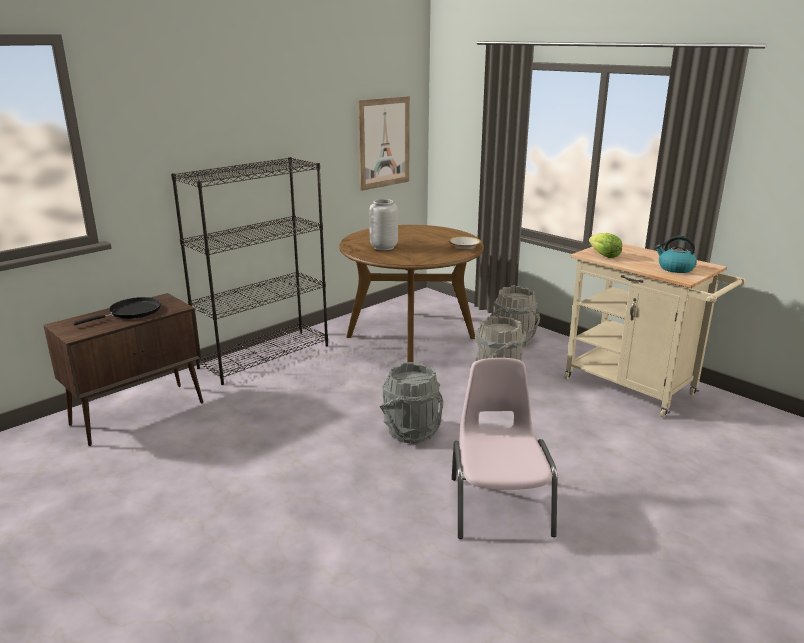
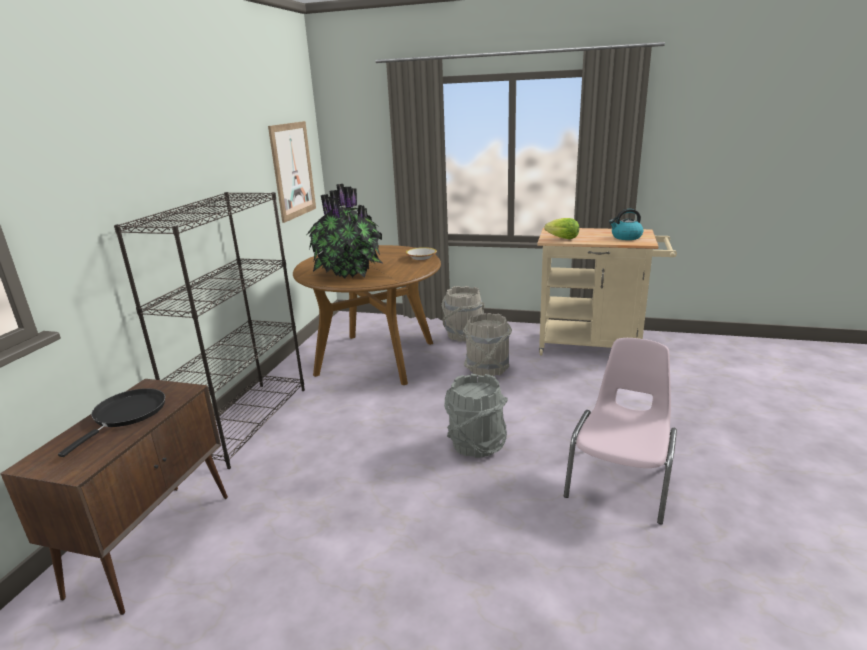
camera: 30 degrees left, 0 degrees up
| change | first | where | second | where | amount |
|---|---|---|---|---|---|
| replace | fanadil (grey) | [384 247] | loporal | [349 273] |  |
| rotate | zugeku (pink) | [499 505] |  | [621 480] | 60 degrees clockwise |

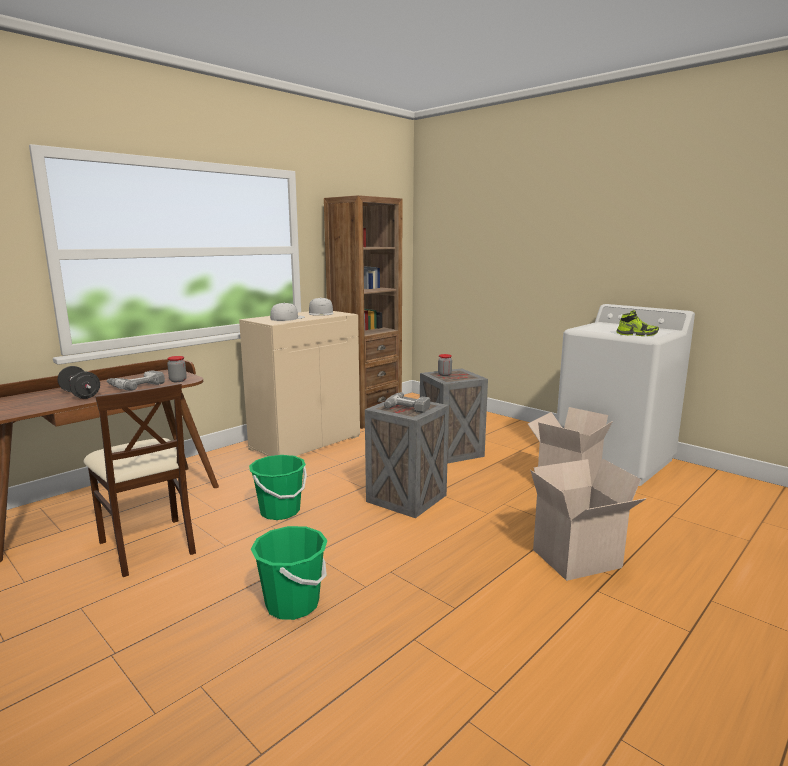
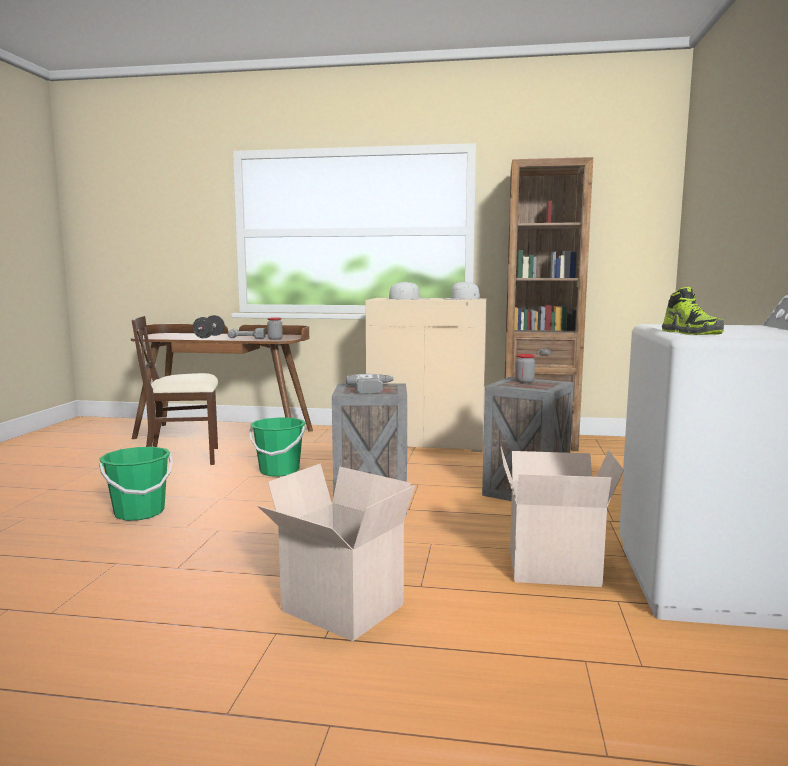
camera: 55 degrees right, 5 degrees down
| change | first | where | second | where | amount |
|---|---|---|---|---|---|
| rotate | zugeku (beige) | [148 545] |  | [184 457] | 60 degrees clockwise |

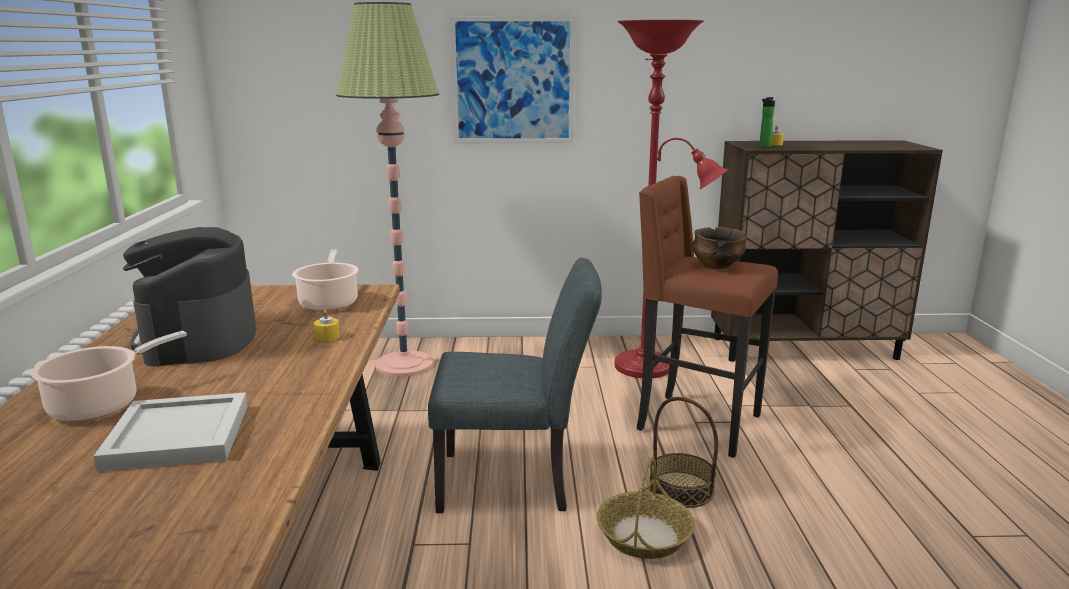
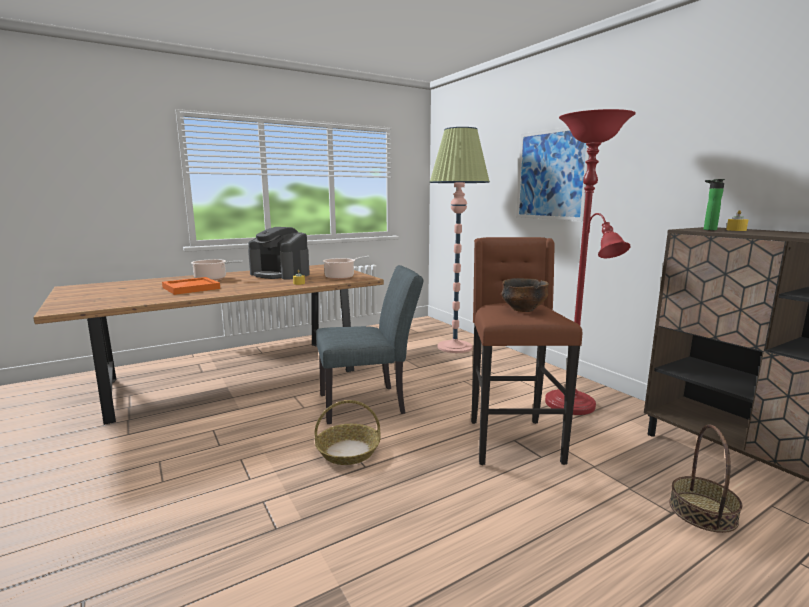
camera: 60 degrees right, 5 degrees down
| change | first | where | second | where | amount |
|---|---|---|---|---|---|
| move | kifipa | [681 489] |  | [703 512] |  |
| recolor | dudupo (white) | [181 435] | dudupo (orange) | [192 288] |  |
| rotate | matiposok | [198 338] |  | [280 274] | 105 degrees counterclockwise |
| rotate | zugeku (grey) | [516 482] |  | [369 403] | 75 degrees counterclockwise |

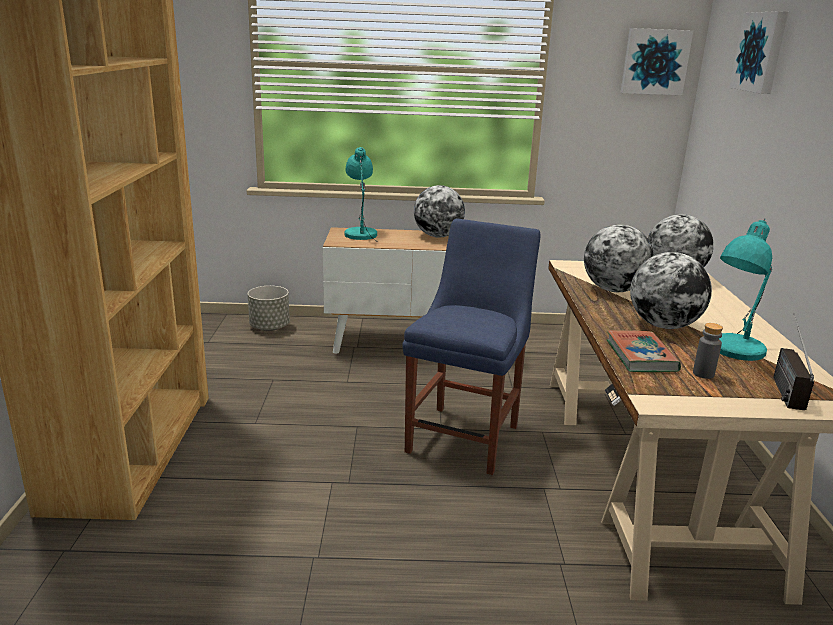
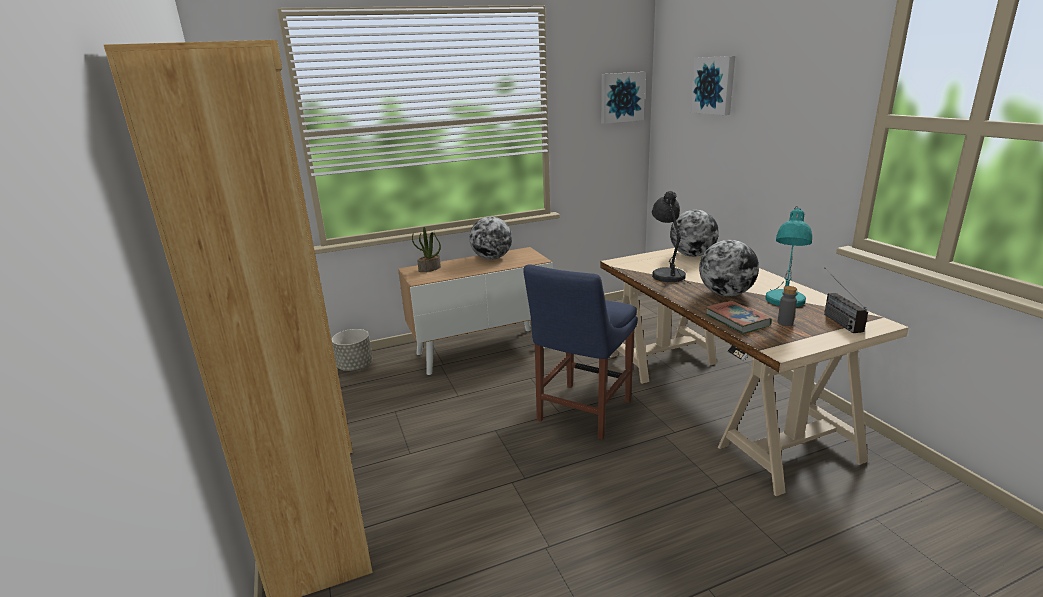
camera: 20 degrees left, 0 degrees up
| change | first | where | second | where | amount |
|---|---|---|---|---|---|
| replace | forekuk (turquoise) | [360 234] | loporal | [429 269] |  |
| replace | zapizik | [613 290] | forekuk (grey) | [667 275] |  |
| rotate | zugeku (blue) | [466 435] |  | [581 412] | 150 degrees counterclockwise |

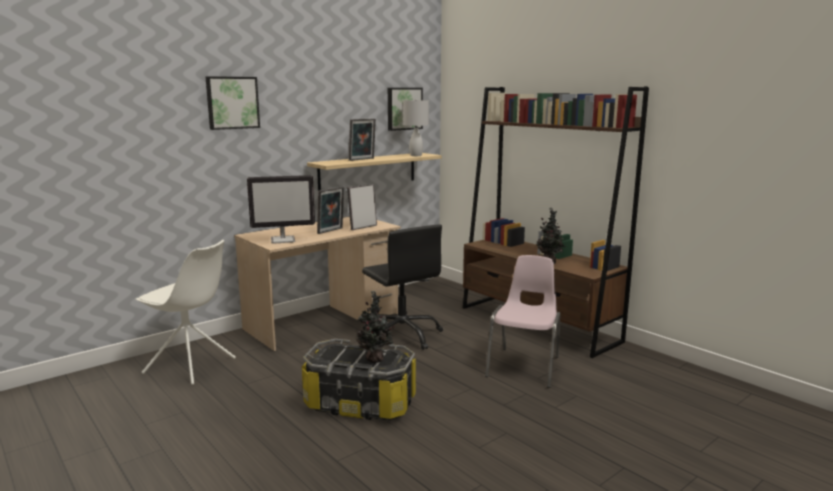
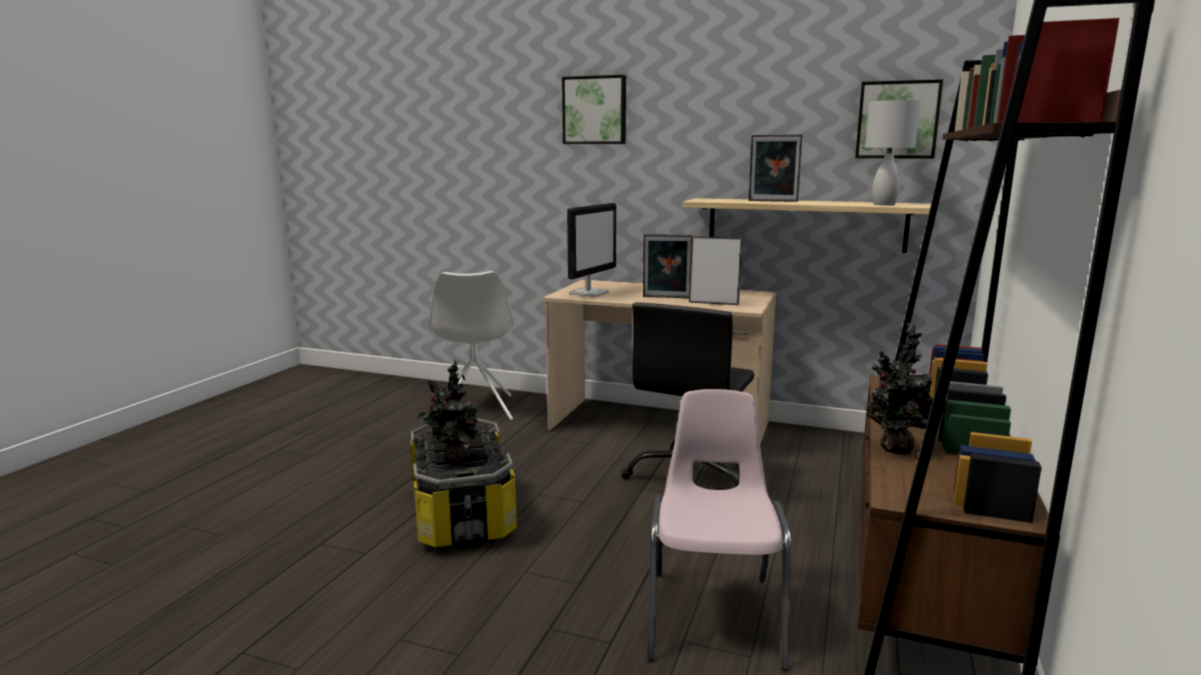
camera: 60 degrees right, 0 degrees up
| change | first | where | second | where | amount |
|---|---|---|---|---|---|
| rotate | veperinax | [283 240] |  | [589 293] | 105 degrees counterclockwise |
| rotate | zugeku (pink) | [525 366] |  | [714 615] | 75 degrees counterclockwise |

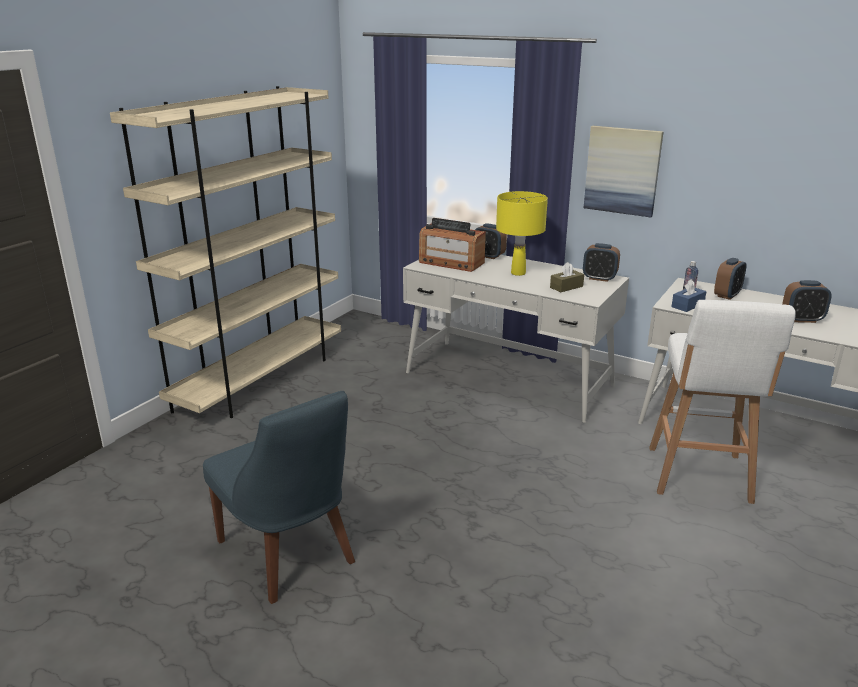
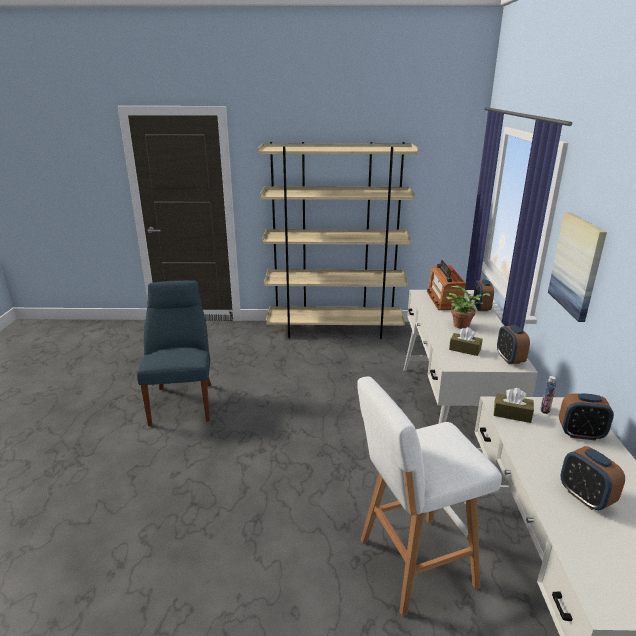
camera: 60 degrees right, 0 degrees up
| change | first | where | second | where | amount |
|---|---|---|---|---|---|
| replace | forekuk (yellow) | [518 273] | loporal | [463 326] |  |
| recolor | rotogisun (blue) | [687 305] | rotogisun (brown) | [512 414] |  |
| rotate | zugeku (blue) | [289 555] |  | [183 401] | 150 degrees clockwise |

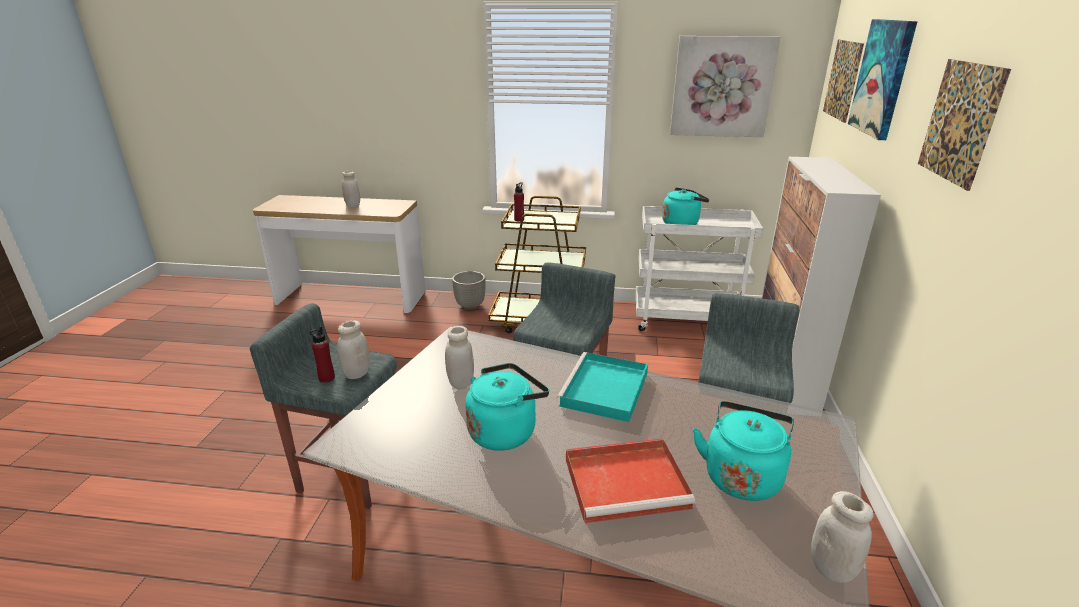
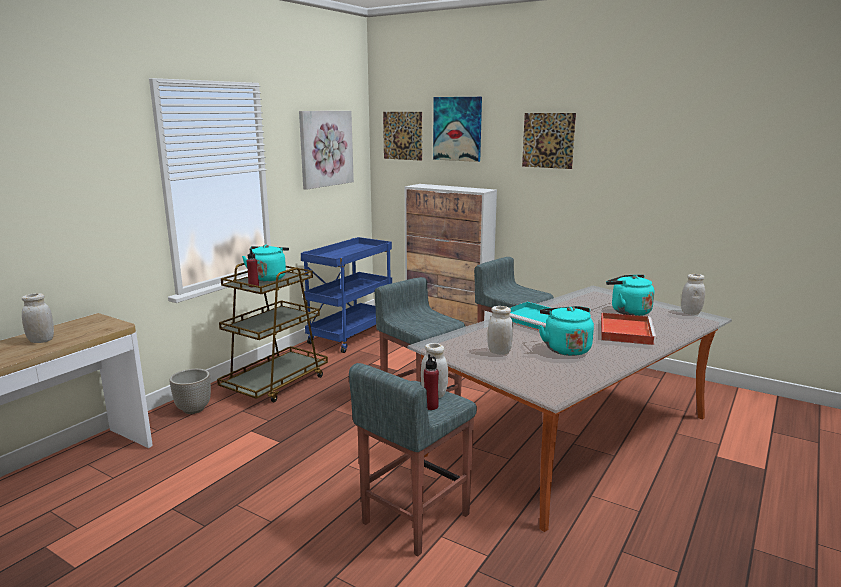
camera: 65 degrees left, 10 degrees down
| change | first | where | second | where | amount |
|---|---|---|---|---|---|
| move | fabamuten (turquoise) | [682 223] |  | [268 277] |  |
| recolor | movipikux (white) | [687 320] | movipikux (blue) | [350 335] |  |

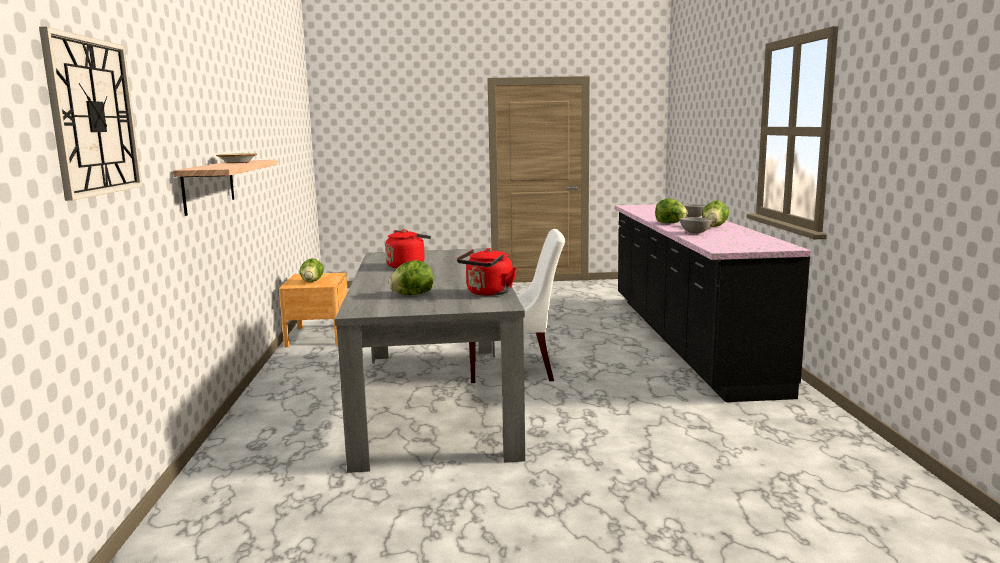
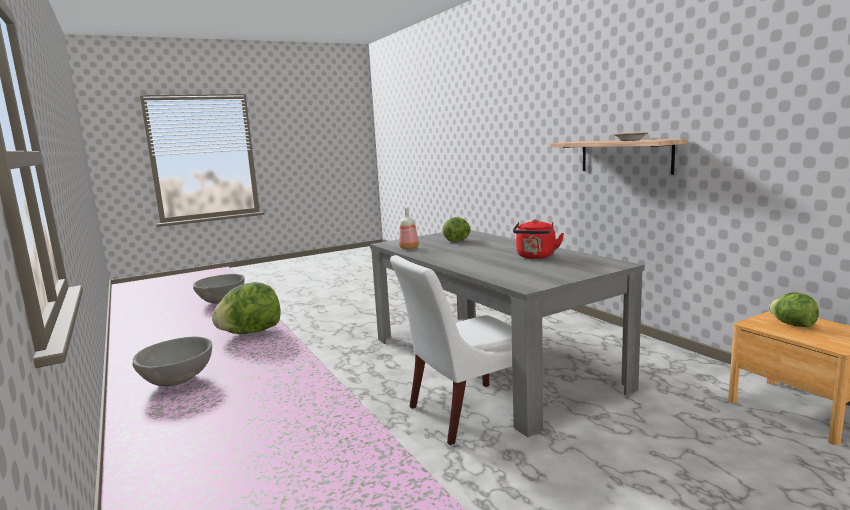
camera: 155 degrees right, 0 degrees up
| change | first | where | second | where | amount |
|---|---|---|---|---|---|
| delete | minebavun | [93 116] |  |  |  |
| delete | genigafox | [714 226] |  |  |  |
| replace | fabamuten (red) | [488 293] | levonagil | [409 248] |  |

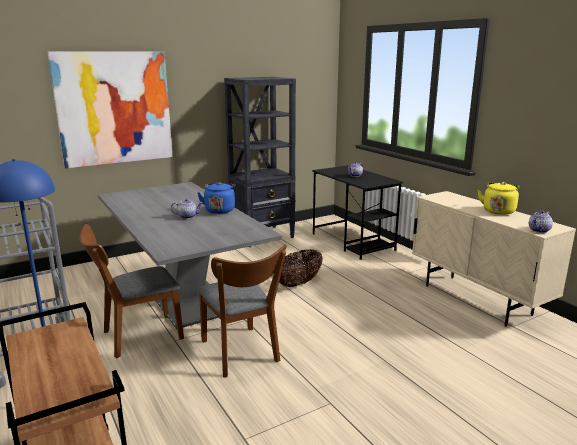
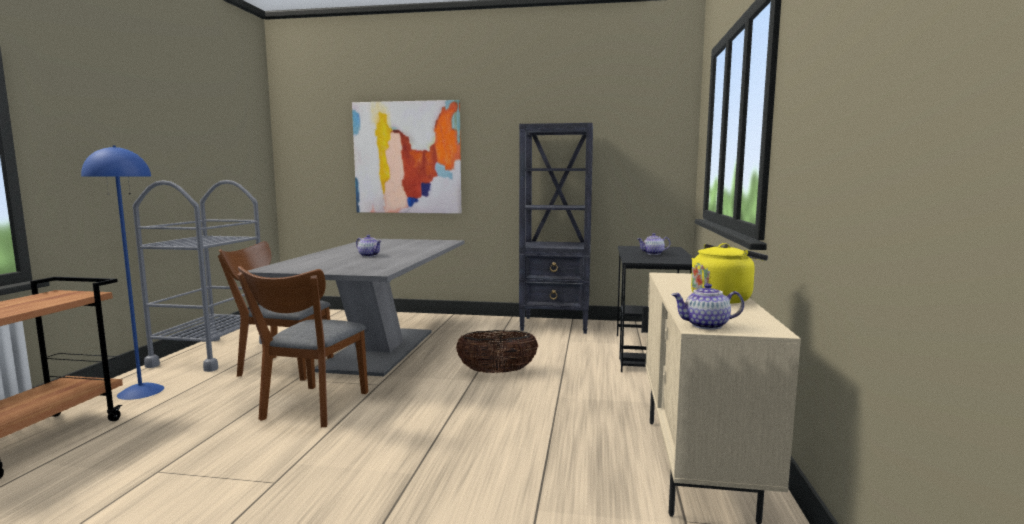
camera: 40 degrees right, 10 degrees down
| change | first | where | second | where | amount |
|---|---|---|---|---|---|
| delete | fabamuten (blue) | [219 210] |  |  |  |

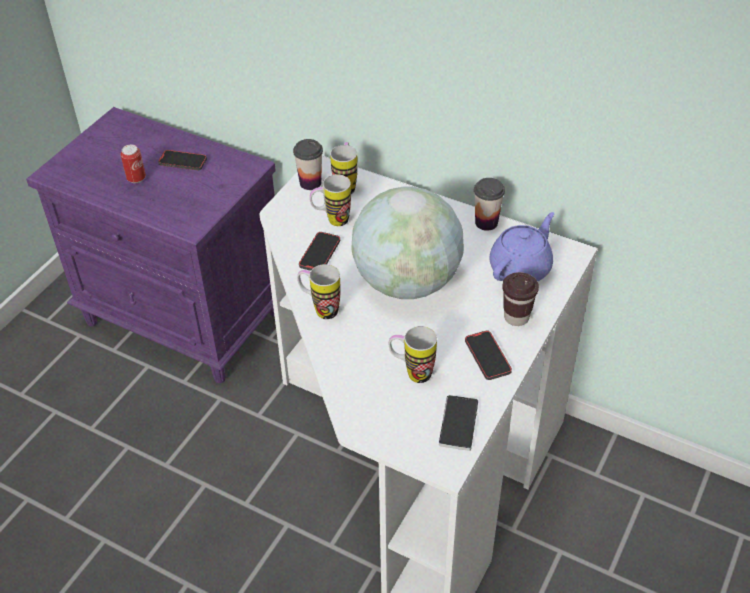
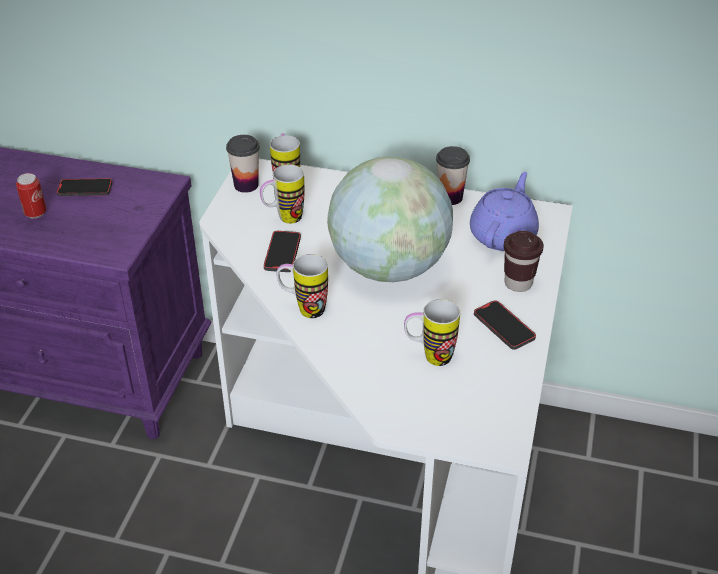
camera: 15 degrees left, 5 degrees down
| change | first | where | second | where | amount |
|---|---|---|---|---|---|
| delete | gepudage | [458 423] |  |  |  |

